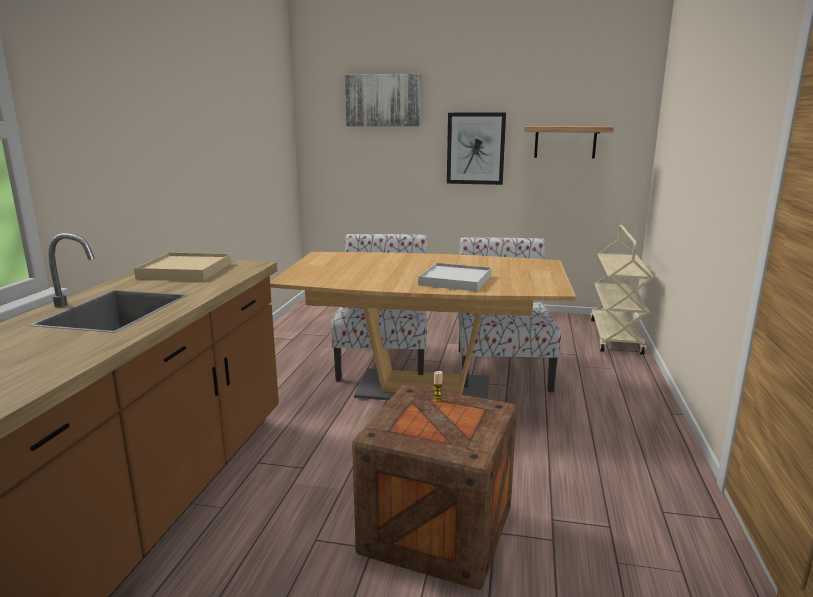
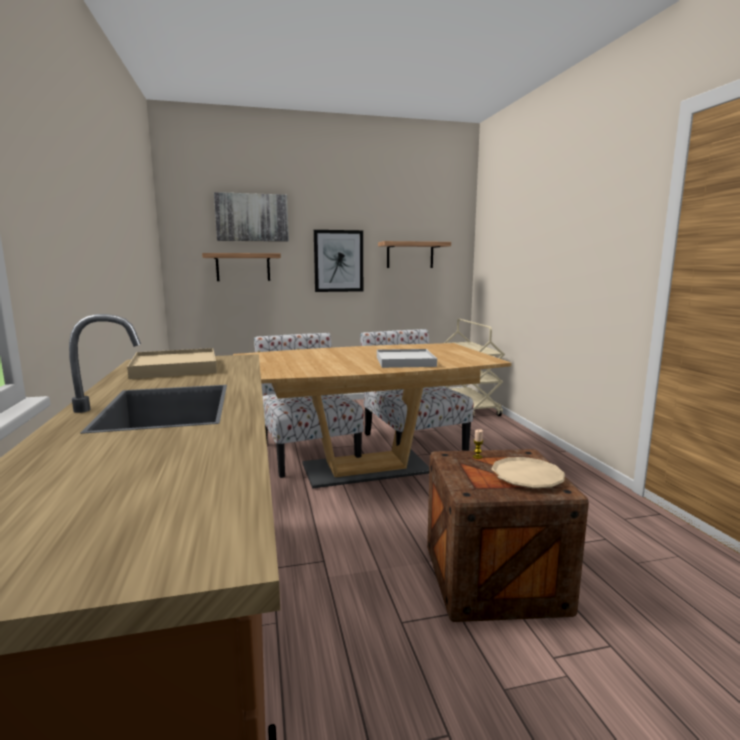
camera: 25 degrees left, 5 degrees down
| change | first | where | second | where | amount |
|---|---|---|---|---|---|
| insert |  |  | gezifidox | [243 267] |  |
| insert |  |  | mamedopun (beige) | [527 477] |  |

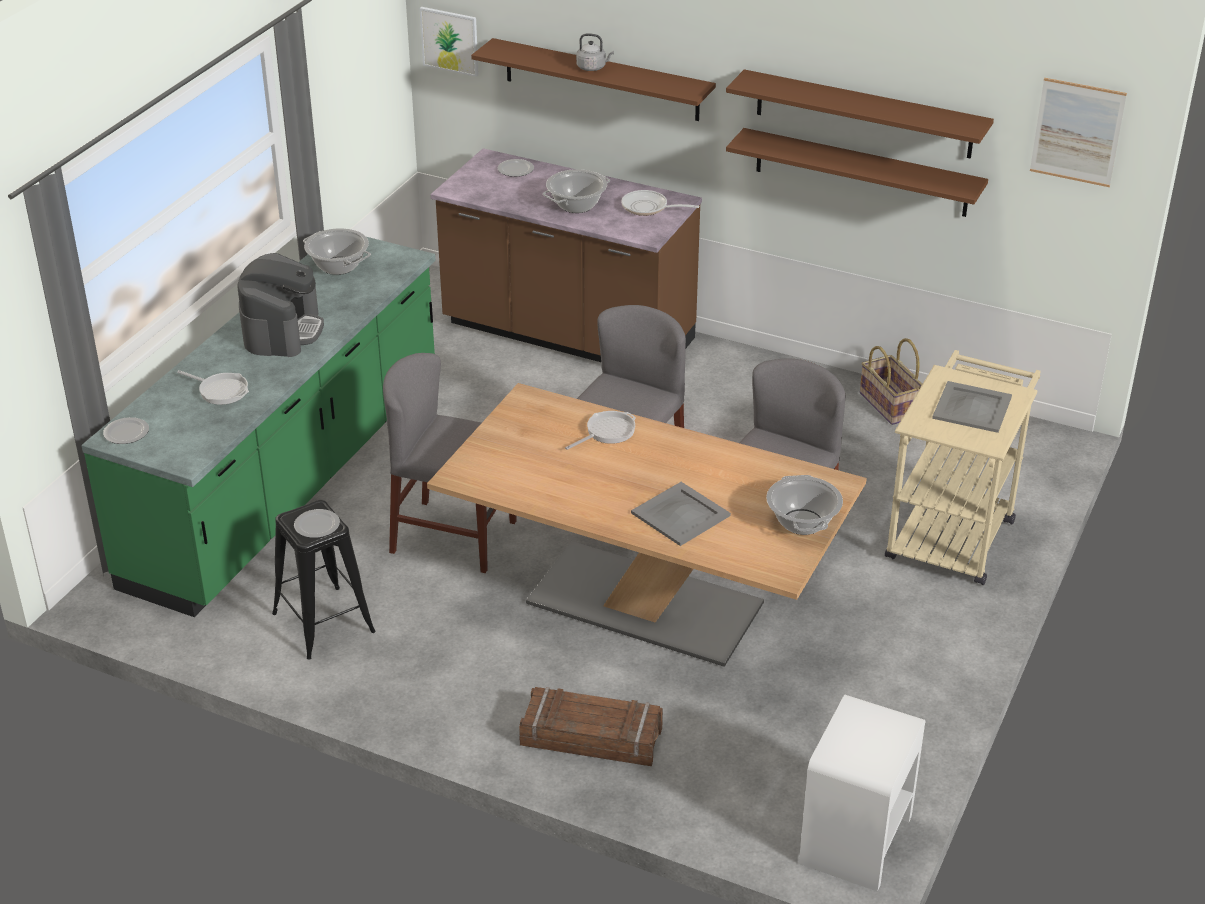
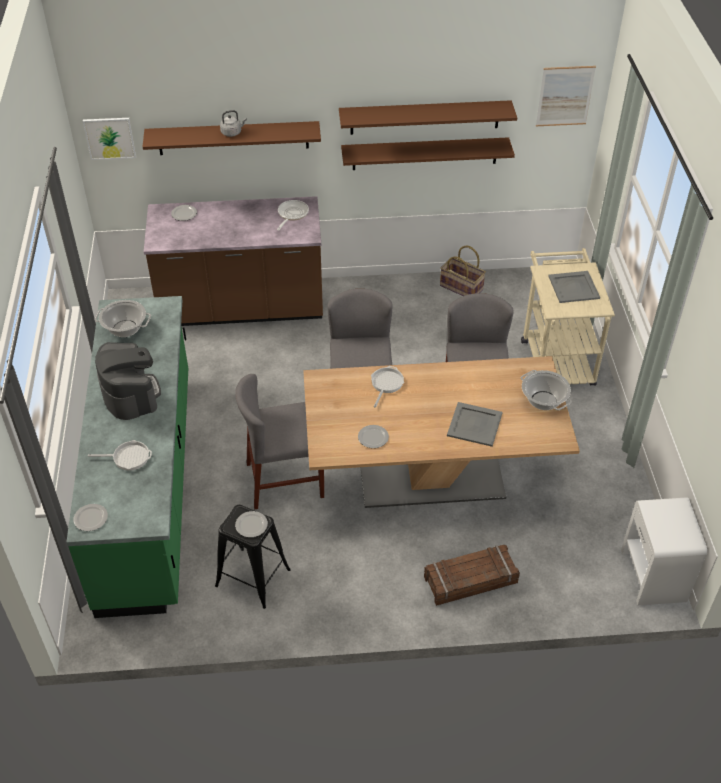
camera: 30 degrees left, 10 degrees up
| change | first | where | second | where | amount |
|---|---|---|---|---|---|
| delete | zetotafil | [576 205] |  |  |  |
| insert |  |  | mamedopun | [372 438] |  |
| rotate | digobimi | [648 208] |  | [291 215] | 120 degrees clockwise |

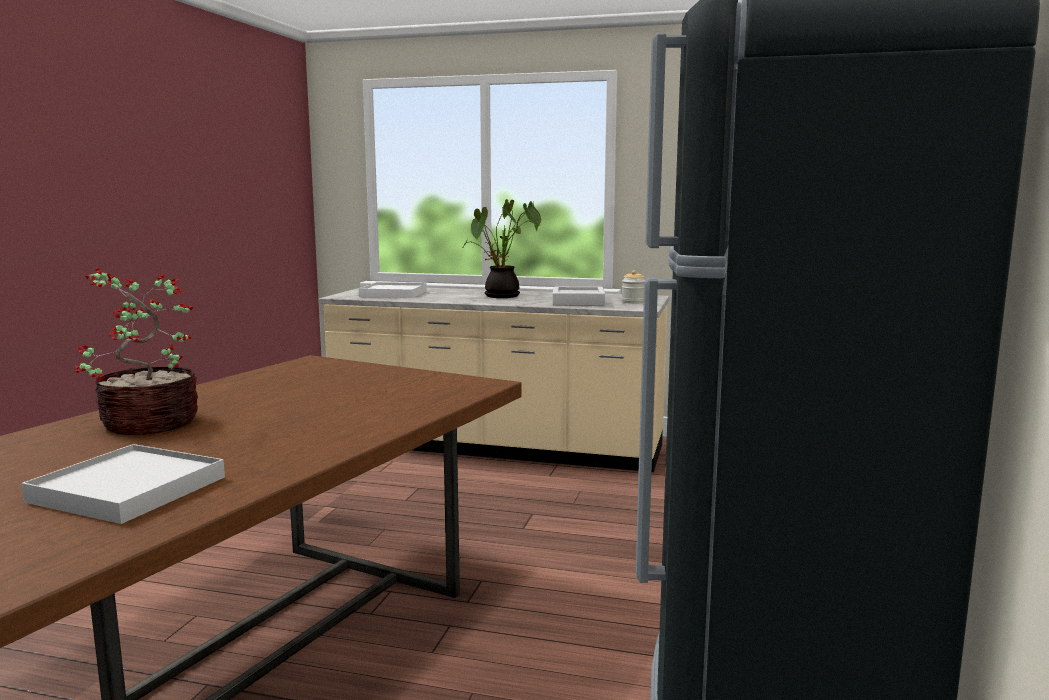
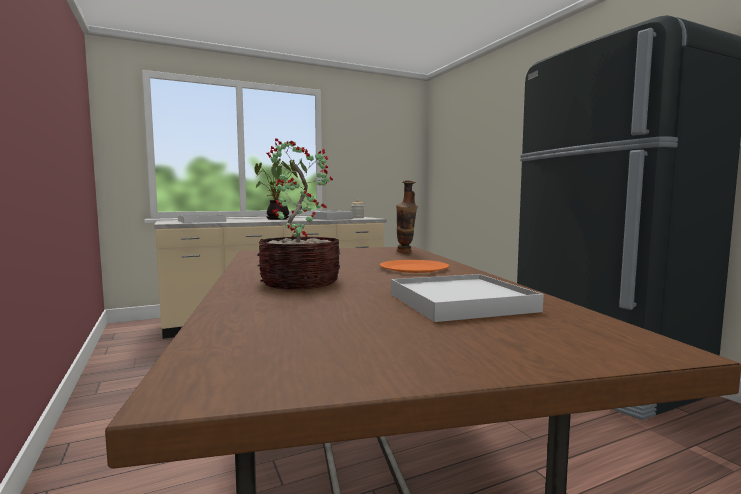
camera: 40 degrees left, 5 degrees down
| change | first | where | second | where | amount |
|---|---|---|---|---|---|
| insert |  |  | mamedopun (orange) | [414 268] |  |
| insert |  |  | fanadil | [405 253] |  |

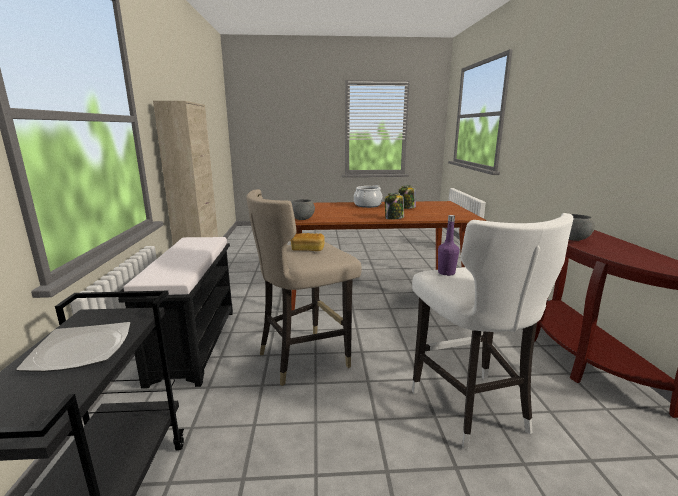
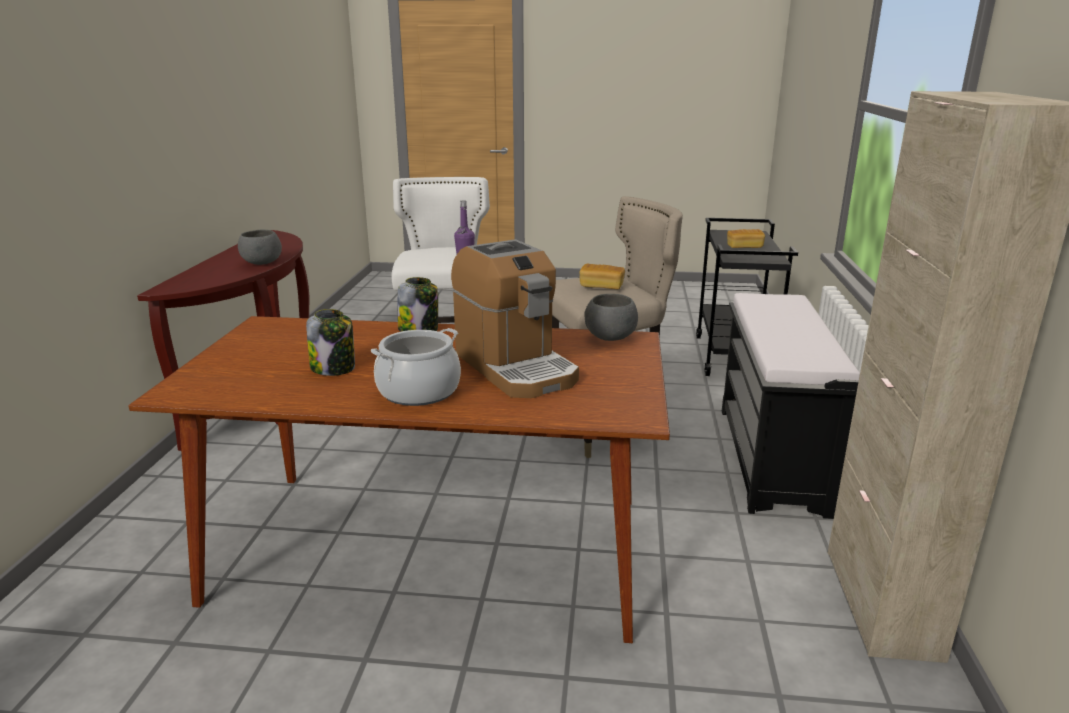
camera: 170 degrees left, 5 degrees up
| change | first | where | second | where | amount |
|---|---|---|---|---|---|
| insert |  |  | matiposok | [515 367] |  |
| replace | mamedopun | [81 350] | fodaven | [744 247] |  |

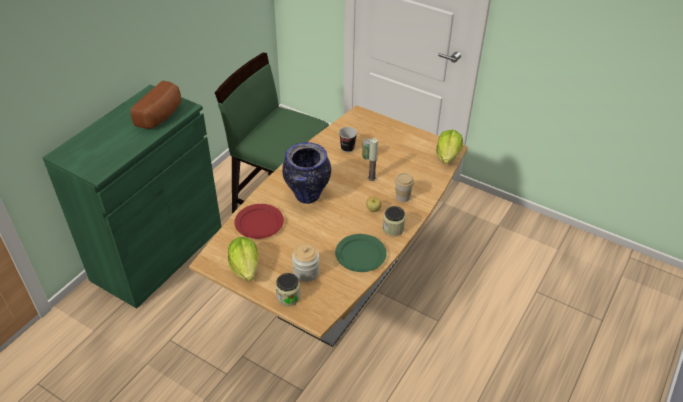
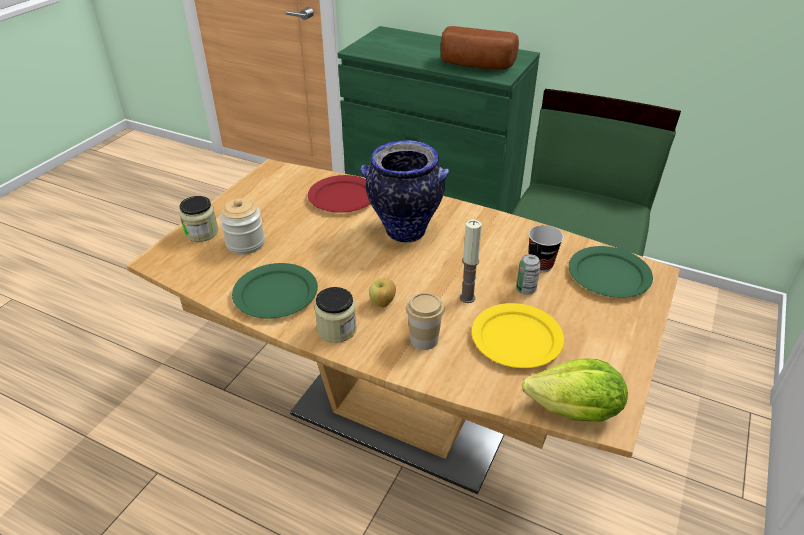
camera: 85 degrees right, 5 degrees down
| change | first | where | second | where | amount |
|---|---|---|---|---|---|
| delete | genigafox | [245 268] |  |  |  |
| insert |  |  | mamedopun (yellow) | [516 339] |  |
| insert |  |  | mamedopun (green) | [609 275] |  |

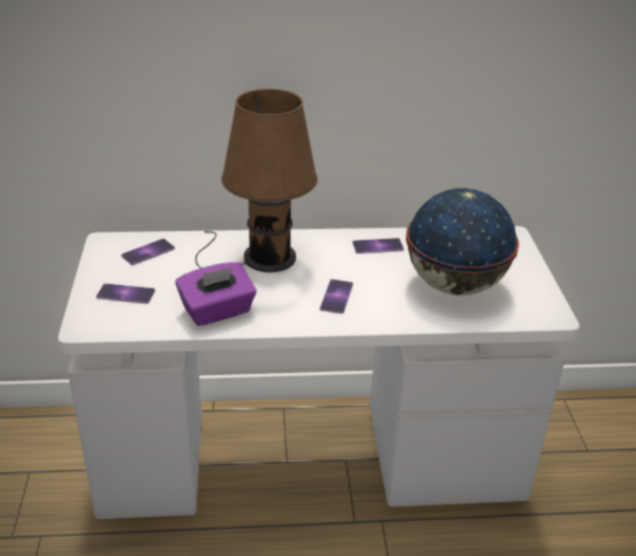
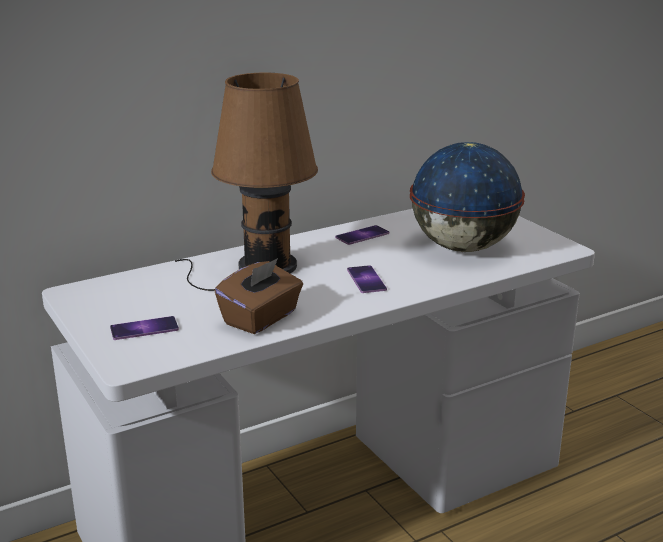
camera: 25 degrees left, 10 degrees down
| change | first | where | second | where | amount |
|---|---|---|---|---|---|
| delete | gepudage | [148 252] |  |  |  |
| recolor | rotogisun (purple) | [217 311] | rotogisun (brown) | [261 318] |  |

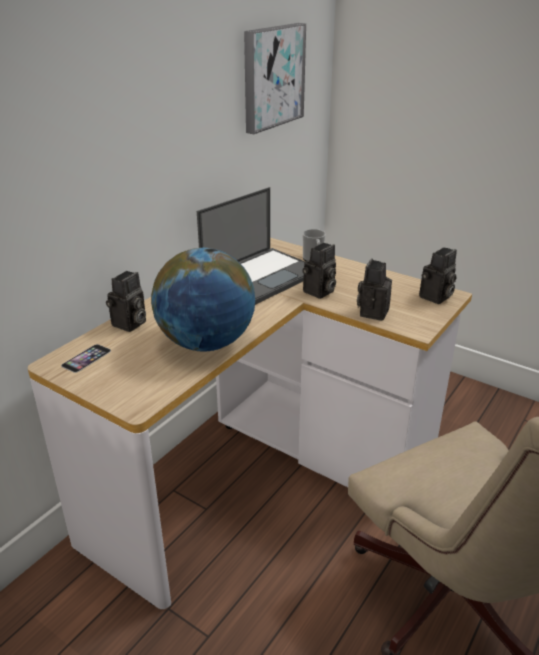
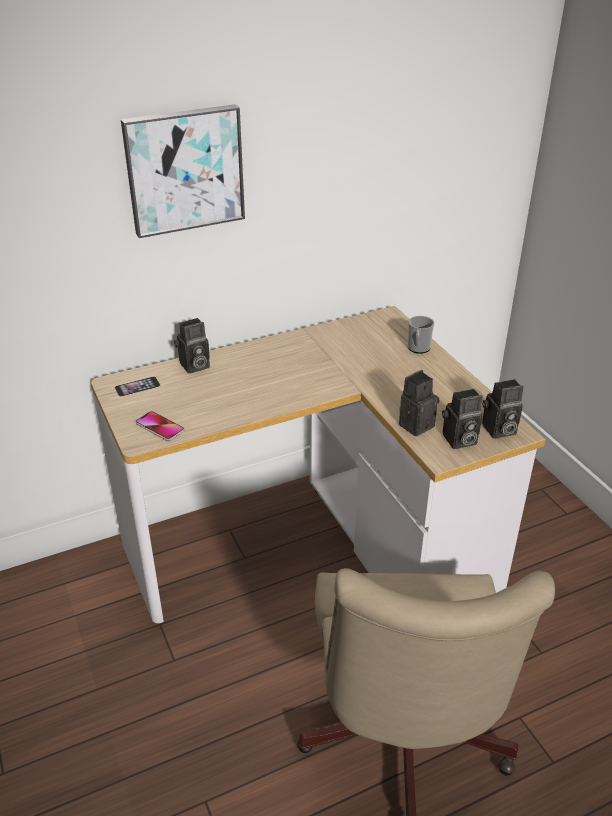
camera: 30 degrees right, 5 degrees up
| change | first | where | second | where | amount |
|---|---|---|---|---|---|
| delete | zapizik | [206 343] |  |  |  |
| delete | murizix | [262 275] |  |  |  |
| insert |  |  | gepudage | [160 427] |  |
| move | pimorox | [272 77] |  | [184 170] |  |
| move | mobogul | [319 292] |  | [459 441] |  |

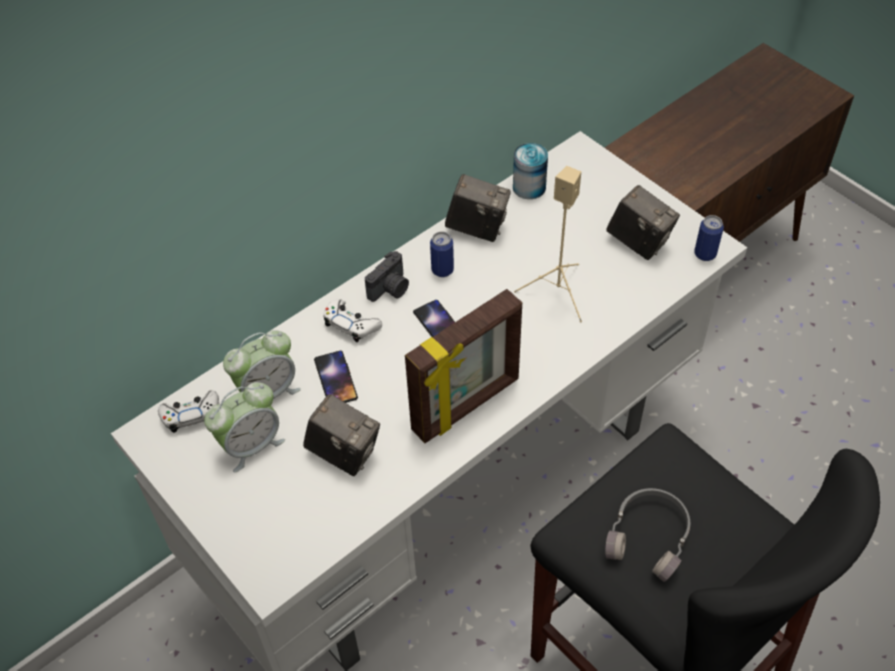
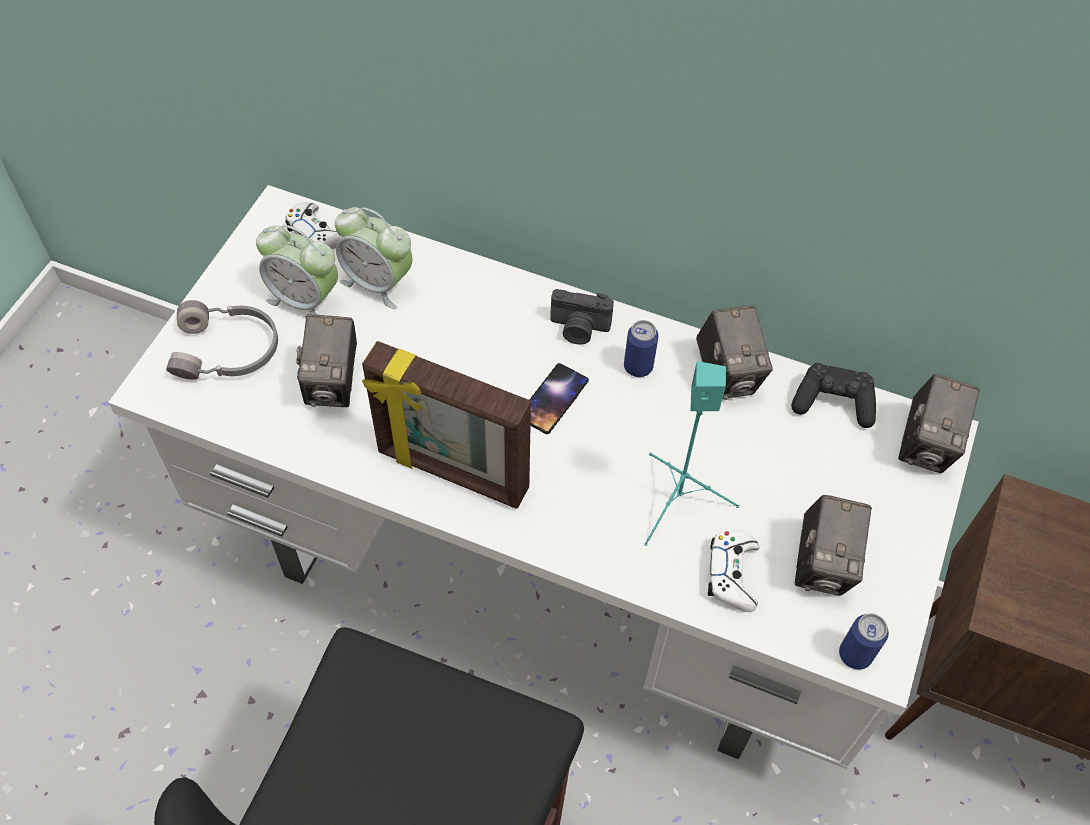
camera: 60 degrees right, 5 degrees up
| change | first | where | second | where | amount |
|---|---|---|---|---|---|
| delete | gepudage | [336 378] |  |  |  |
| insert |  |  | mobogul | [926 445] |  |
| move | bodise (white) | [351 324] |  | [732 574] |  |
| move | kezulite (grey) | [649 537] |  | [227 351] |  |
| replace | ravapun | [529 187] | bodise (black) | [833 402] |  |
| recolor | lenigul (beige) | [558 292] | lenigul (turquoise) | [677 502] |  |

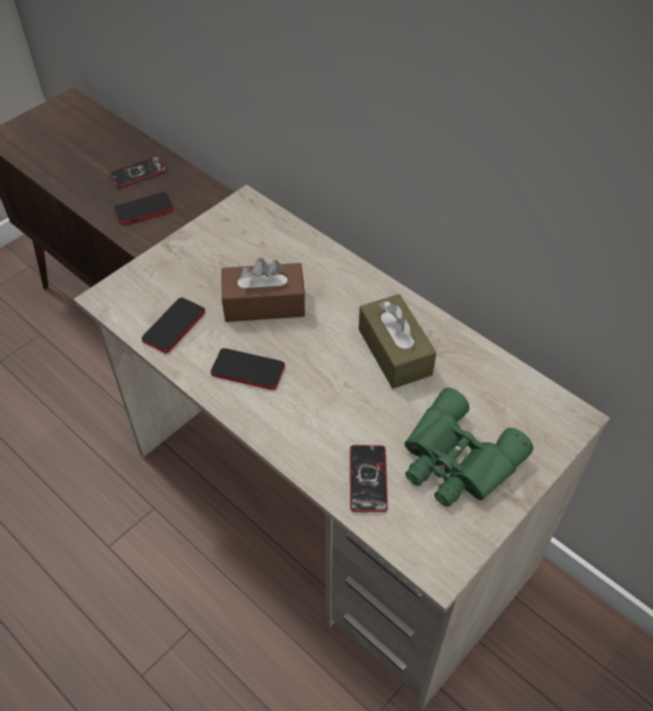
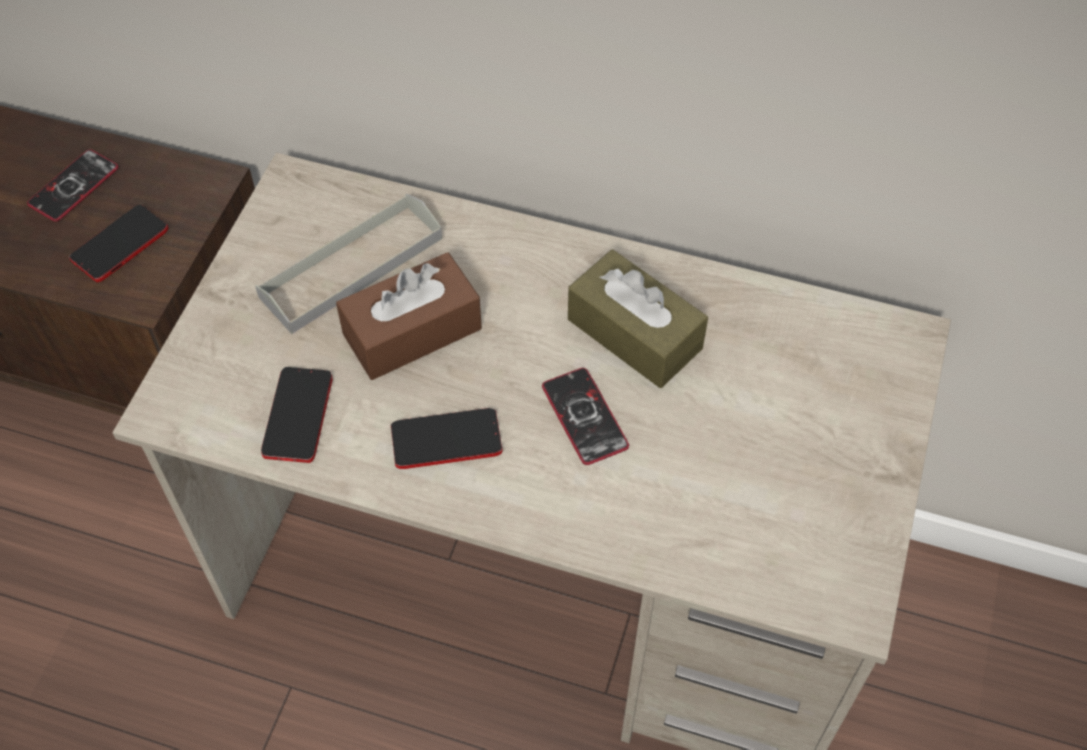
camera: 25 degrees left, 5 degrees up
| change | first | where | second | where | amount |
|---|---|---|---|---|---|
| delete | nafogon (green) | [456 461] |  |  |  |
| insert |  |  | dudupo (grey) | [351 267] |  |
| move | gepudage | [368 479] |  | [584 417] |  |

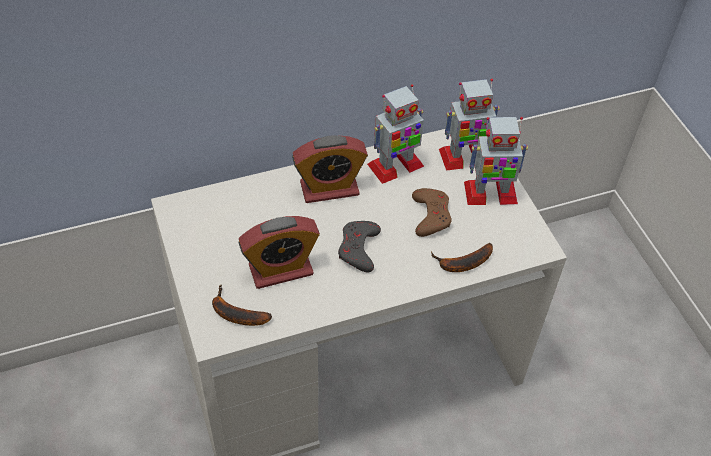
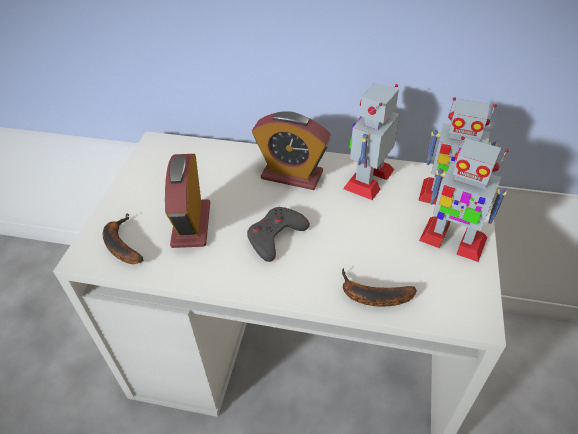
camera: 35 degrees right, 5 degrees down
| change | first | where | second | where | amount |
|---|---|---|---|---|---|
| delete | bodise (brown) | [431 215] |  |  |  |
| rotate | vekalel | [281 270] |  | [191 224] | 75 degrees clockwise |
| rotate | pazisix | [395 166] |  | [368 178] | 120 degrees clockwise |

